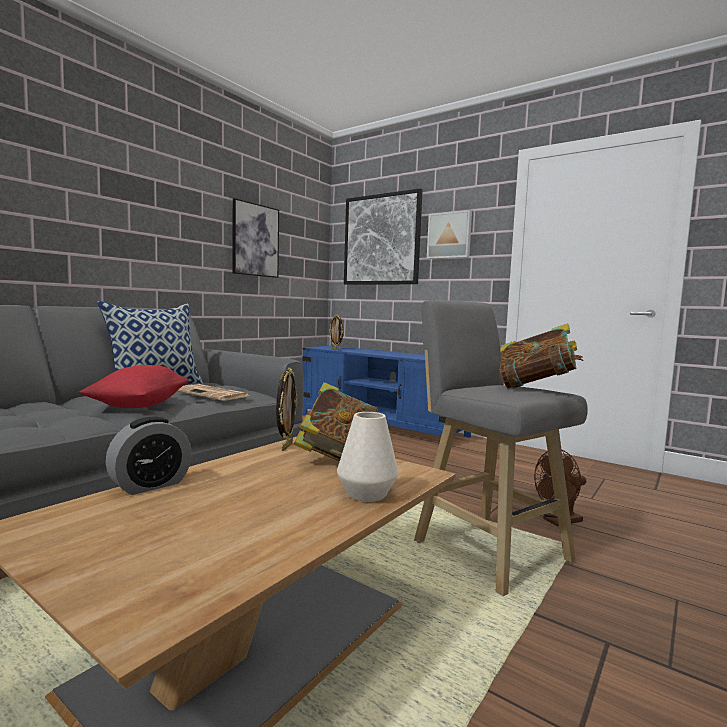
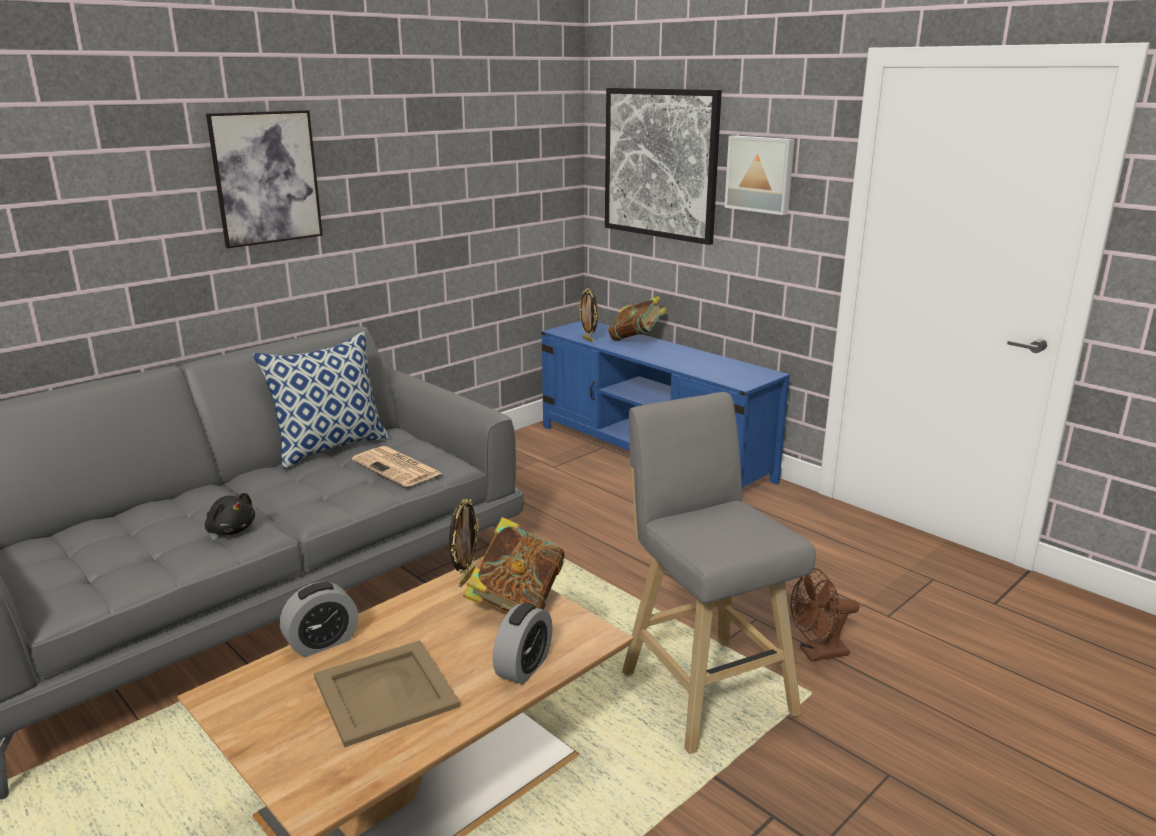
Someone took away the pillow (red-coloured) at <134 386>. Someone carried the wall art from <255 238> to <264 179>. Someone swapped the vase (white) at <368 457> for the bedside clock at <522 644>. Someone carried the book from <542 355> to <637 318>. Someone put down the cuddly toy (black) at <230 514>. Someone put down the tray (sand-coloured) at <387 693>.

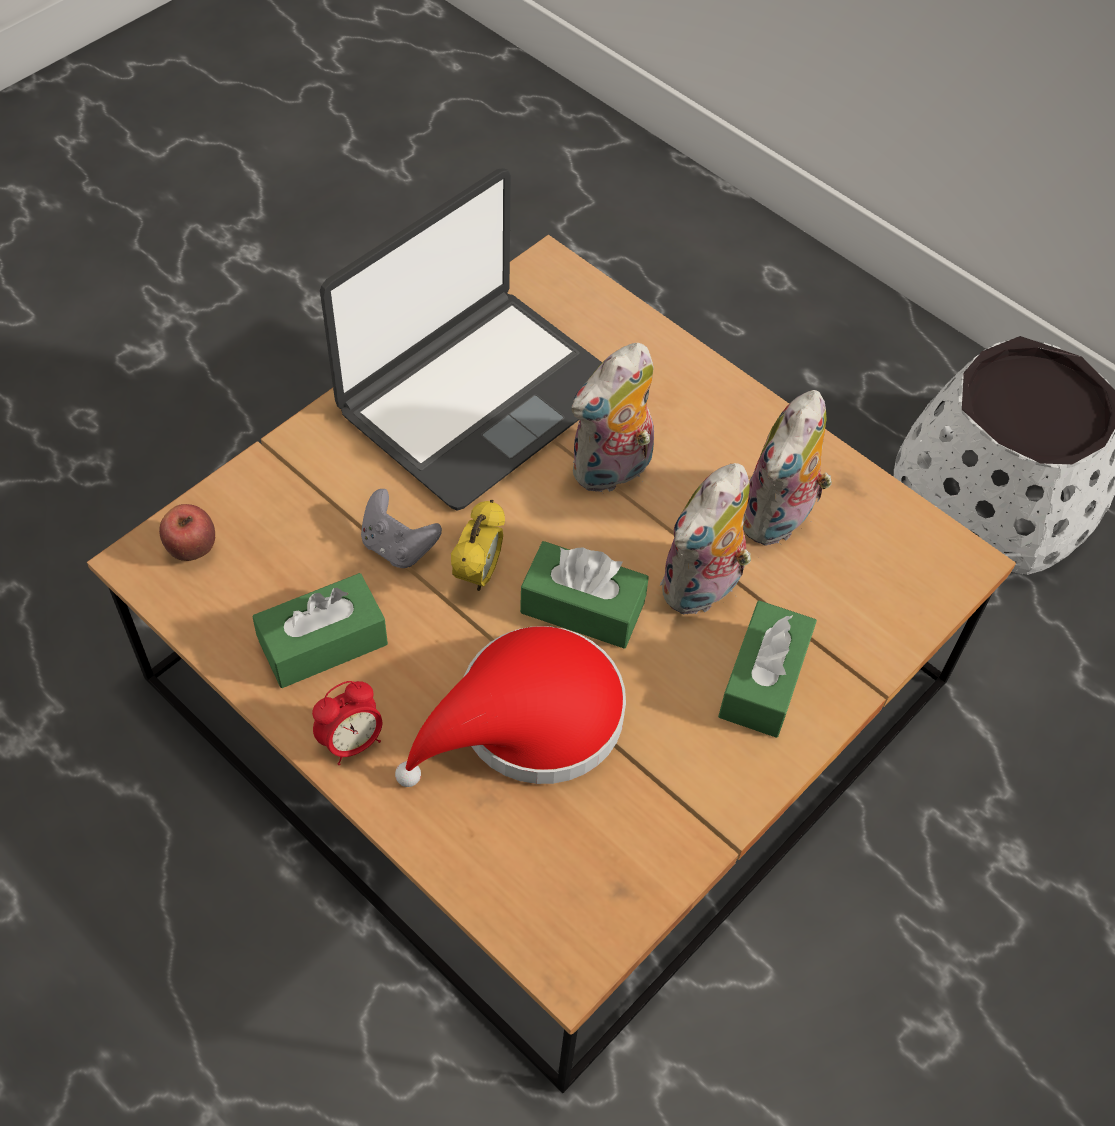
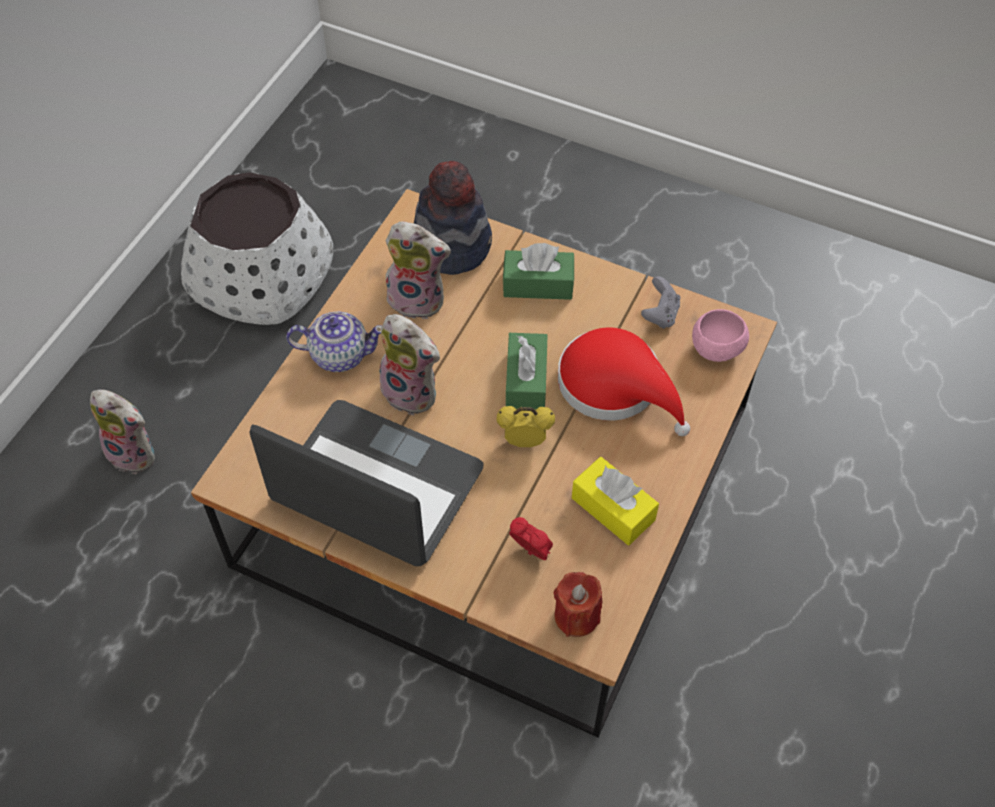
Someone swapped the whole apple at <187 532> for the candle (red-coloured) at <577 604>. Someone repainted the box of tissues (greenish) at <320 630>, which became the box of tissues (yellow) at <615 501>. Someone carried the bedside clock from <347 723> to <531 538>. Someone carried the joypad (grey) from <401 528> to <660 302>. Someone carried the cuddly toy from <705 539> to <122 431>. Someone put down the teapot at <334 341>. Someone put down the wearable hat at <453 218>. Someone put down the serving bowl (pinkish) at <720 335>.

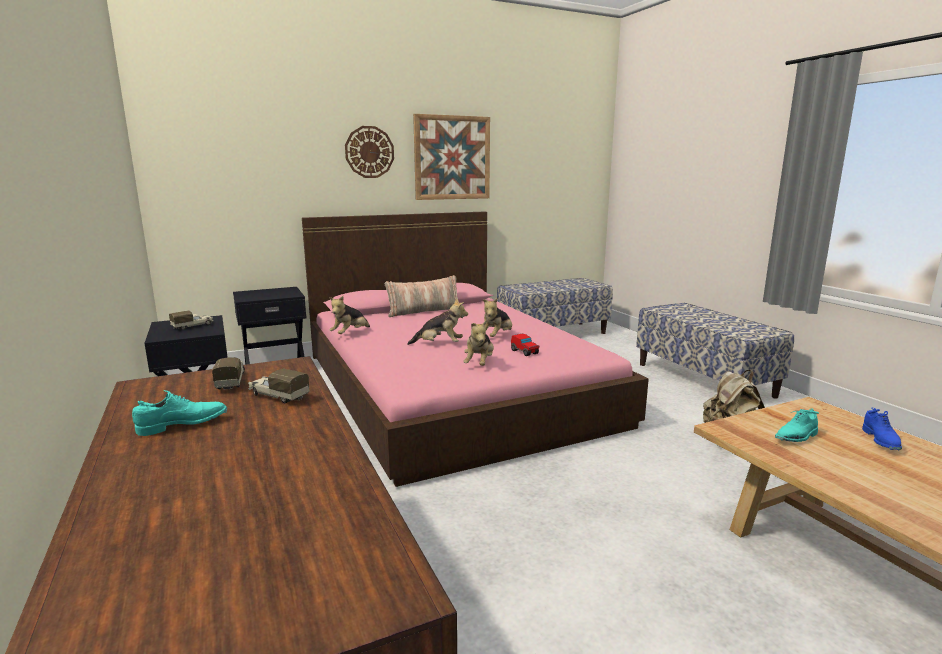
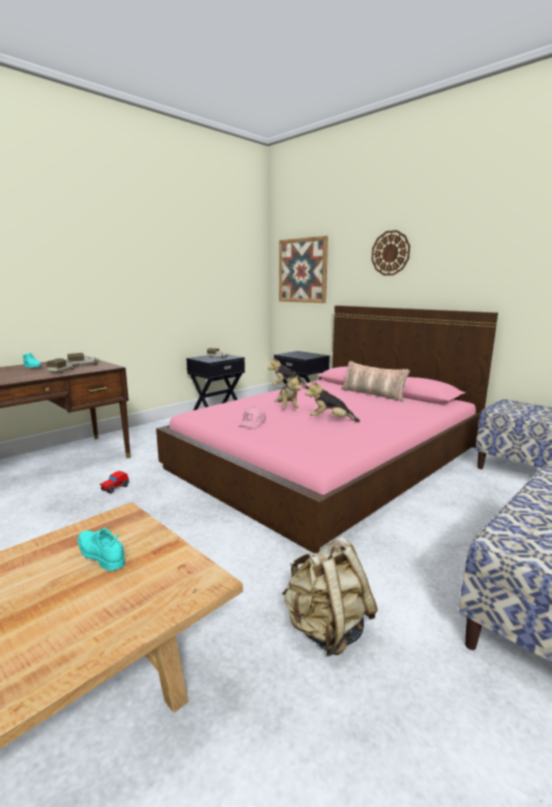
Someone carried the wall art from <451 157> to <303 269>. Someone swapped the cuddly toy at <478 343> for the peaked cap (pinkish) at <252 417>. Someone carried the model car from <525 344> to <114 482>. Someone took away the low shoe (bluish) at <882 428>.

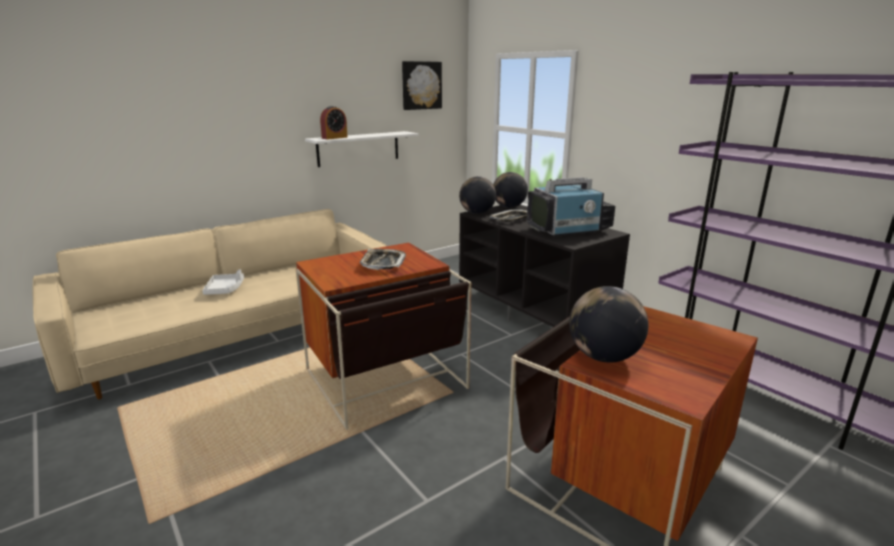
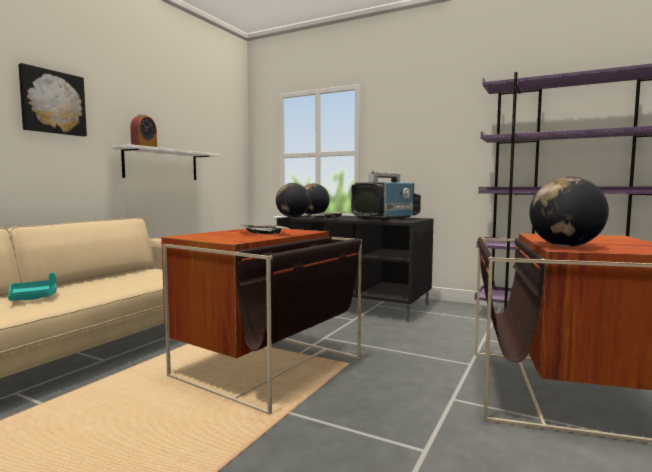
Someone repainted the tray (white) at <223 282>, which became the tray (blue-green) at <32 286>. Someone carried the wall art from <422 85> to <52 100>.

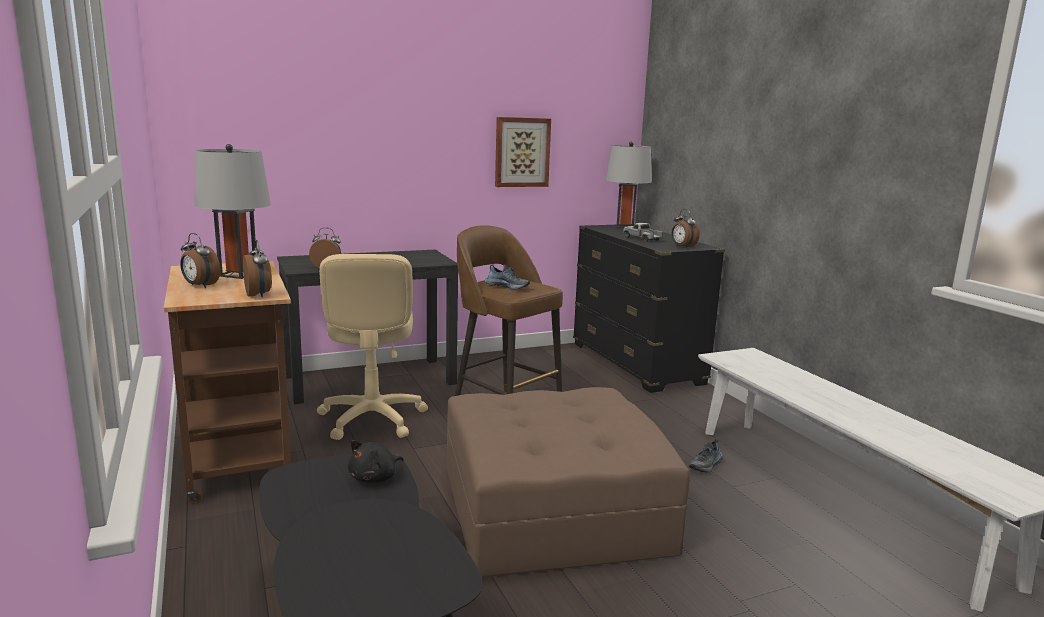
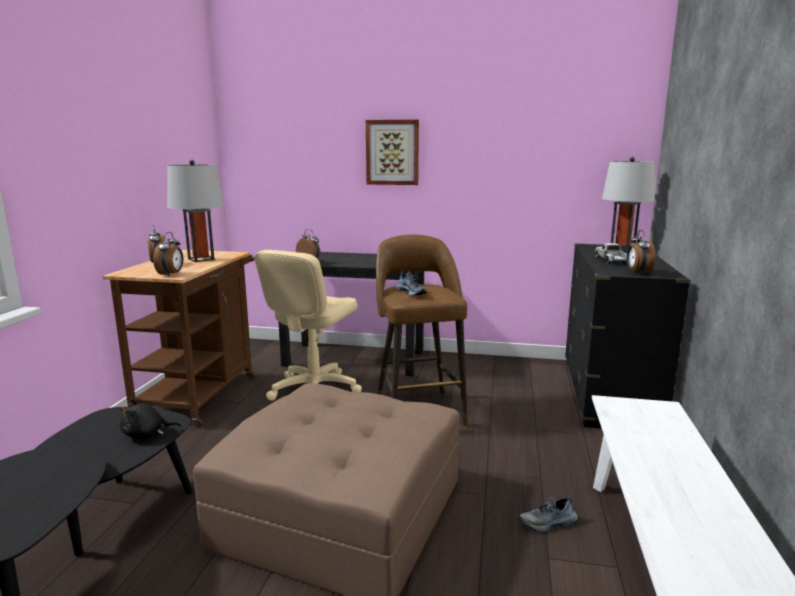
Someone carried the wall art from <523 152> to <392 152>.

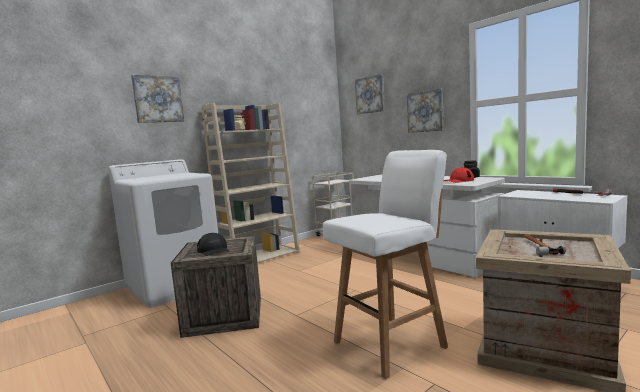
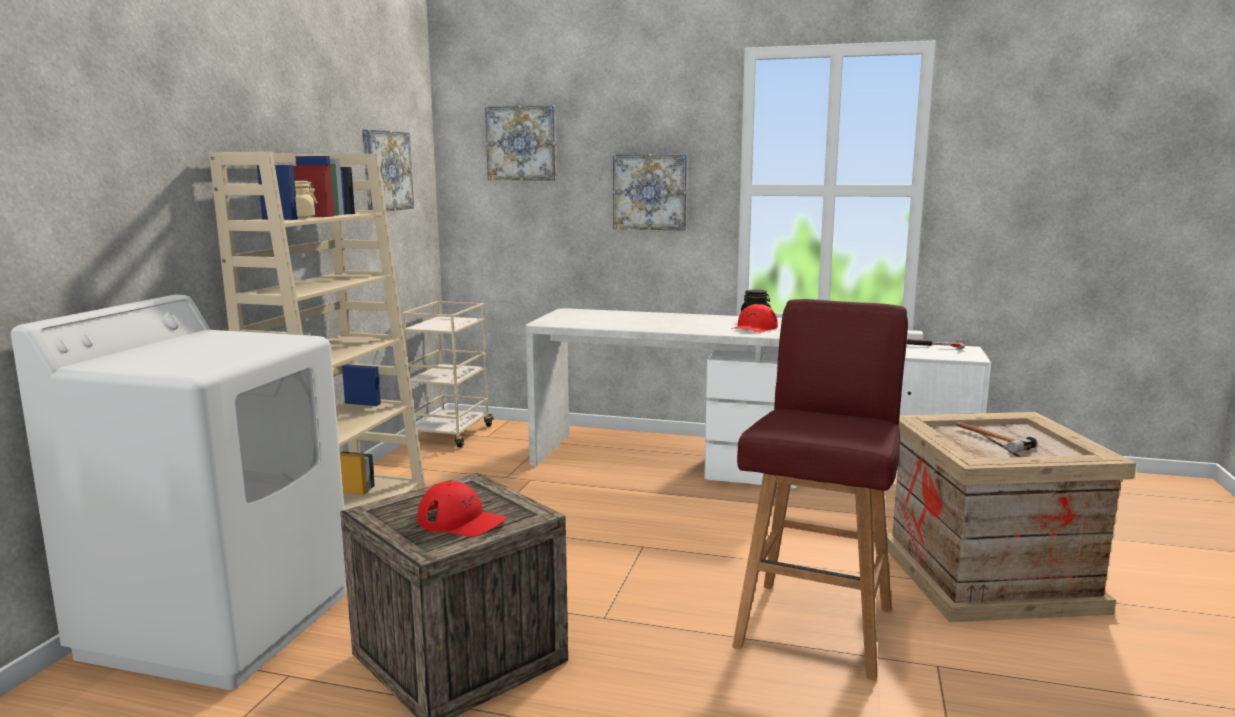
Someone carried the wall art from <157 99> to <388 170>. Someone repainted the peaked cap (black) at <213 244>, which became the peaked cap (red-coloured) at <461 509>. Someone repainted the stool (white) at <385 264>, which became the stool (red-coloured) at <820 489>.

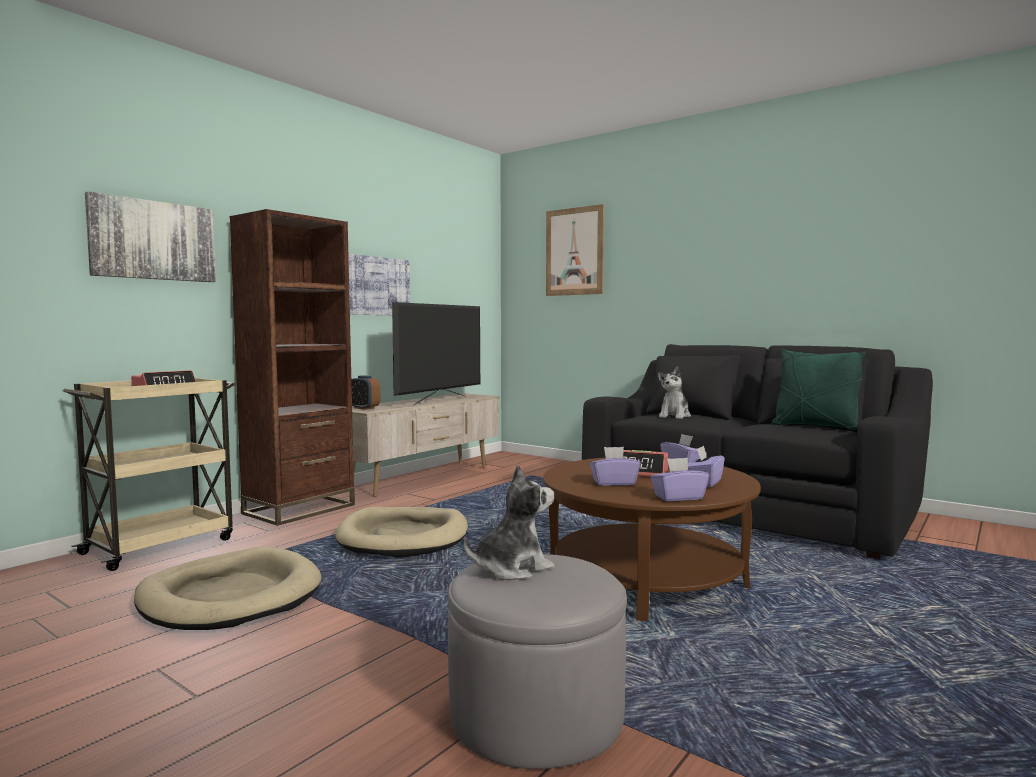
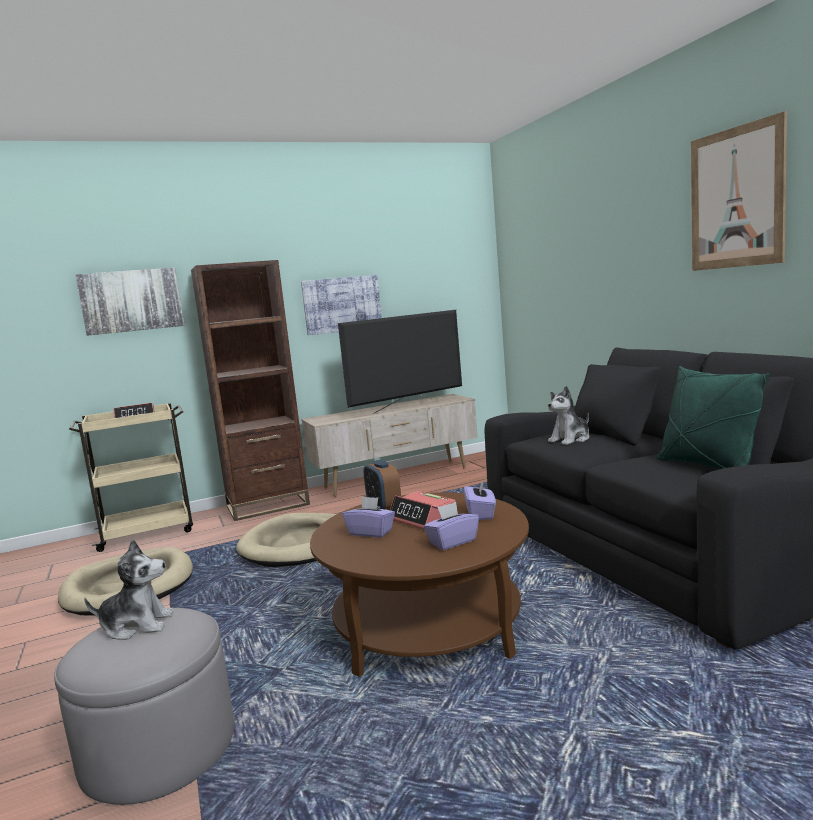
Someone carried the bedside clock from <365 392> to <382 485>. Someone carried the wall art from <575 250> to <739 191>. Someone took away the box of tissues (purple-coloured) at <679 479>.

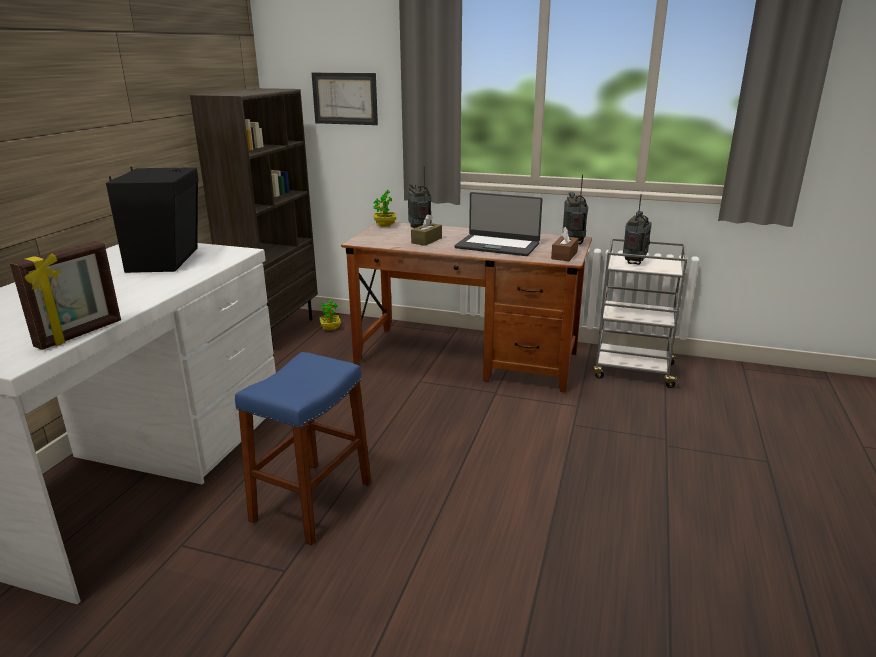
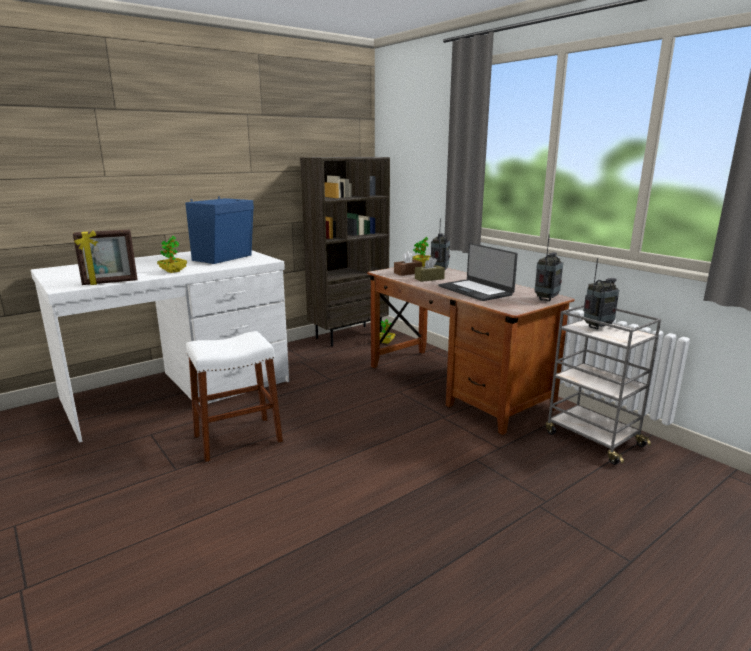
Someone repainted the audio speaker (black) at <152 219>, which became the audio speaker (bluish) at <219 230>. Someone repainted the stool (bluish) at <303 448>, which became the stool (white) at <234 396>. Someone took away the wall art at <345 99>. Someone carried the box of tissues (brown-coloured) from <565 244> to <408 263>. Someone put down the houseplant at <172 254>.

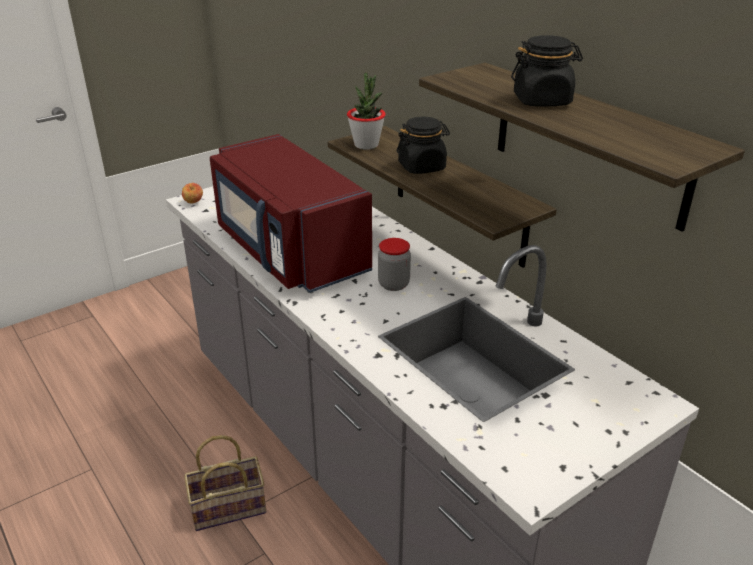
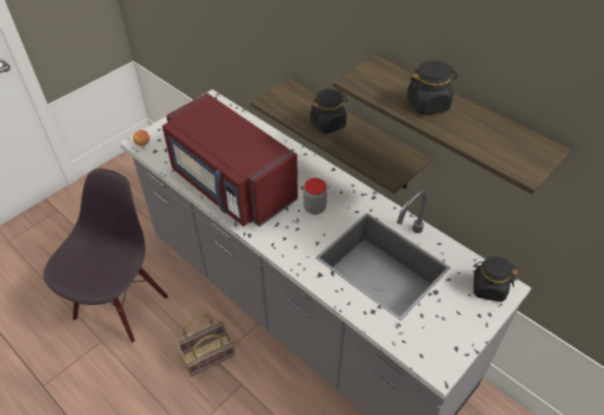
Someone took away the houseplant at <366 110>. Someone put down the chair (black) at <105 256>. Someone put down the jar (black) at <495 279>.

